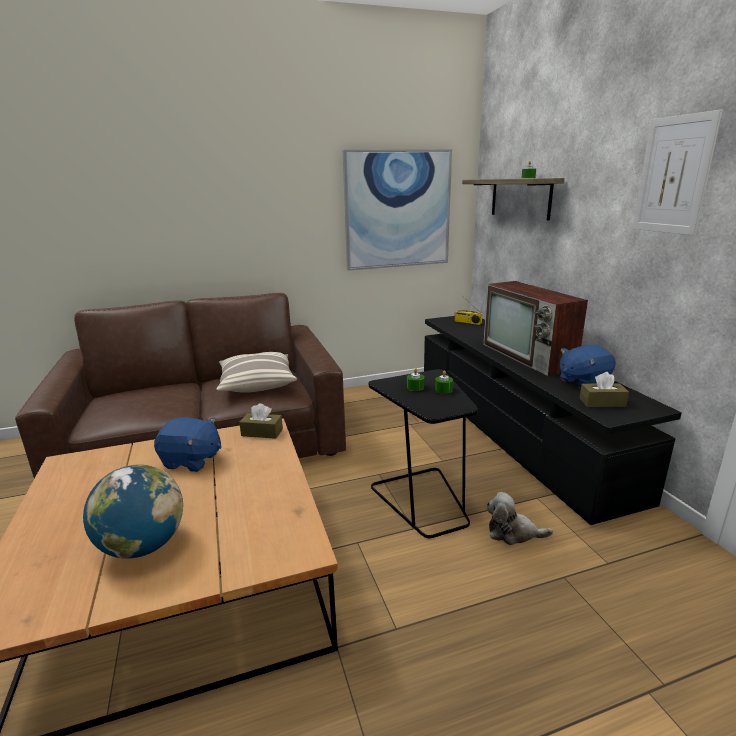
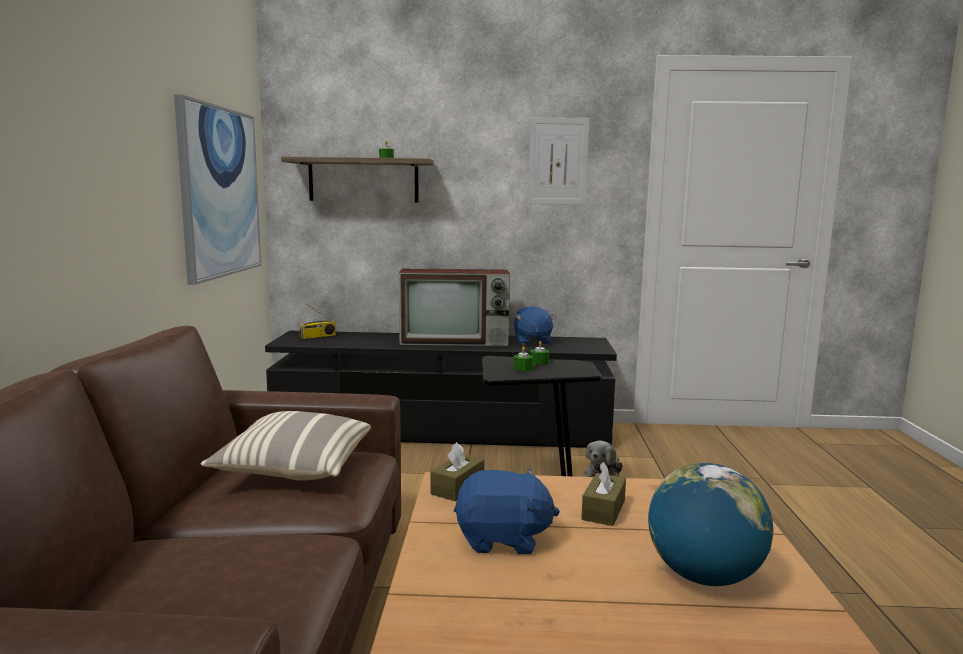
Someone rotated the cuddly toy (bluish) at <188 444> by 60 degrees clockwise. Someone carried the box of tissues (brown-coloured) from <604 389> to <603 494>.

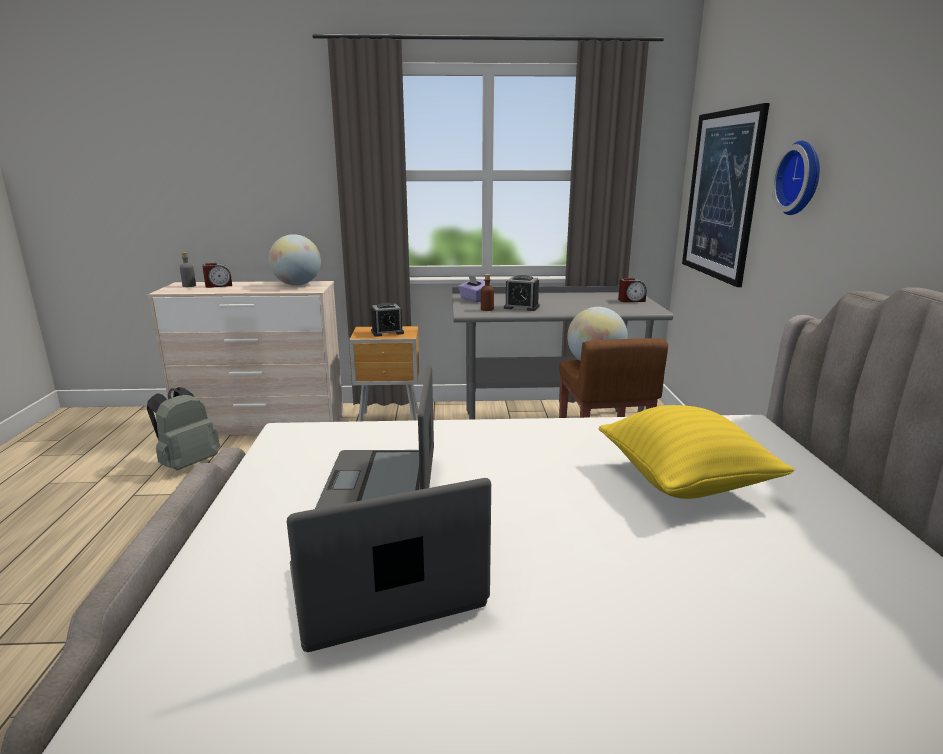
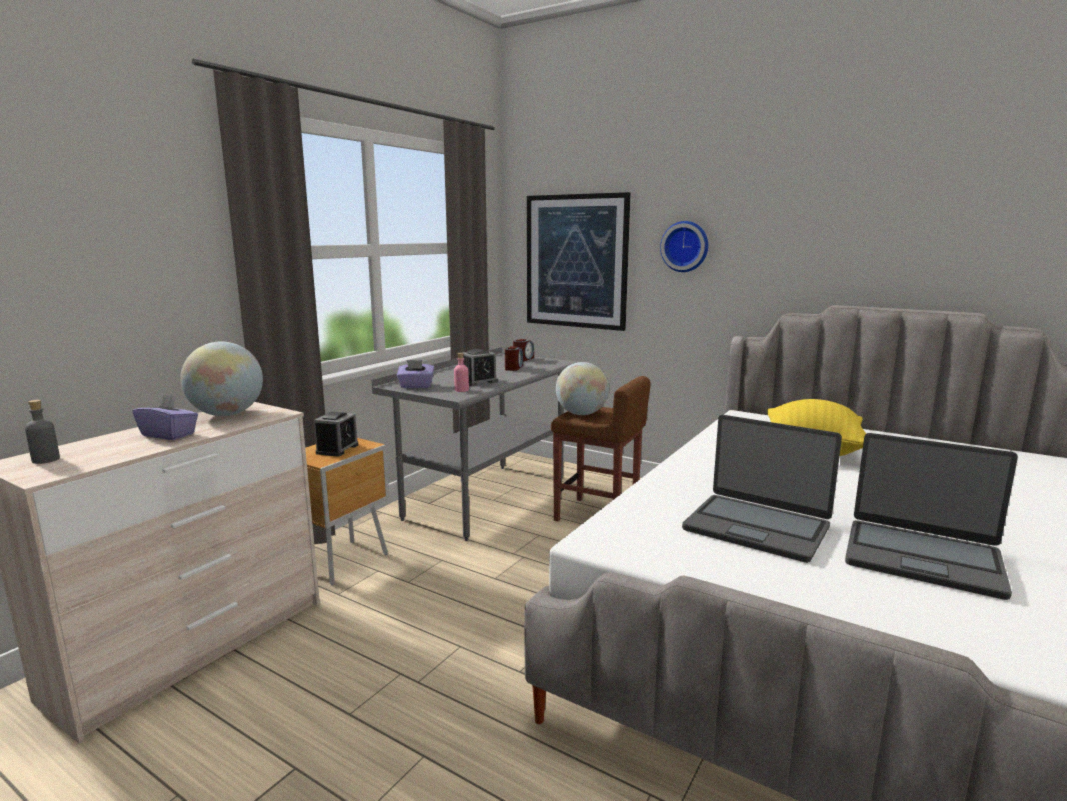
Someone took away the rucksack (grey) at <183 428>. Someone carried the bedside clock from <217 275> to <514 358>. Someone rotated the laptop at <389 565> by 75 degrees counterclockwise. Someone repainted the bottle (brown-coloured) at <487 292>, which became the bottle (pinkish) at <461 372>. Someone put down the box of tissues (purple-coloured) at <165 417>.

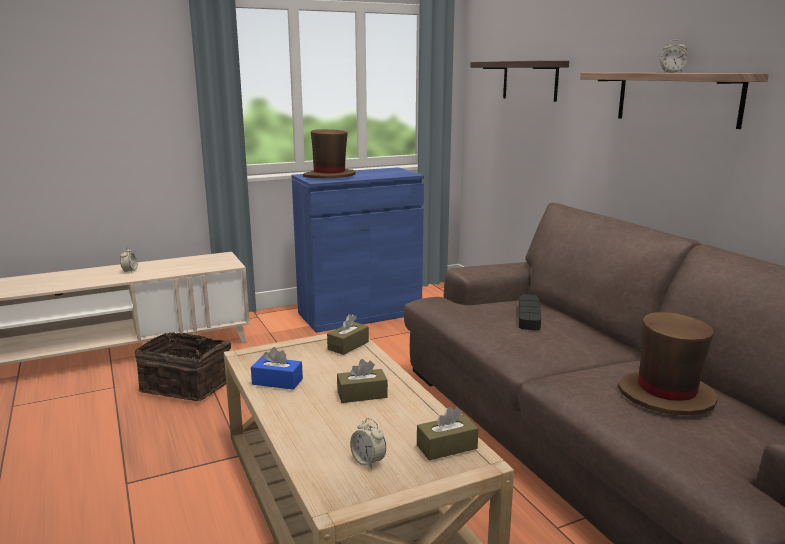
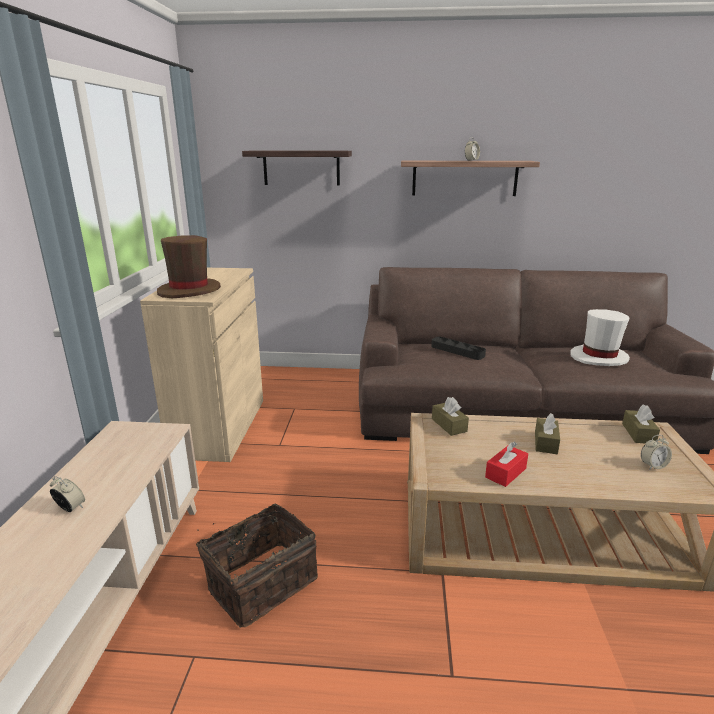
Someone repainted the box of tissues (bluish) at <277 368>, which became the box of tissues (red-coloured) at <506 464>. Someone repainted the cabinet (bluish) at <358 250>, which became the cabinet (sand-coloured) at <201 365>. Someone repainted the wearable hat (brown-coloured) at <667 364>, which became the wearable hat (white) at <600 337>.

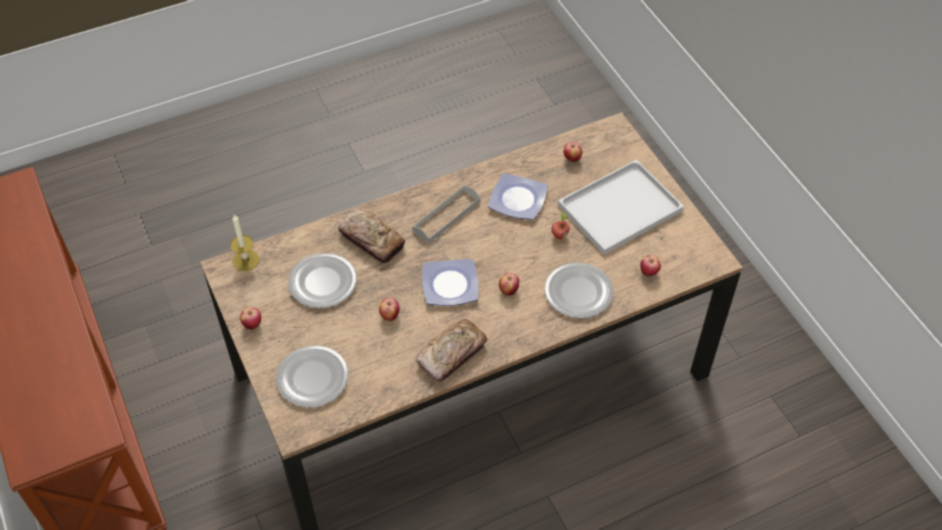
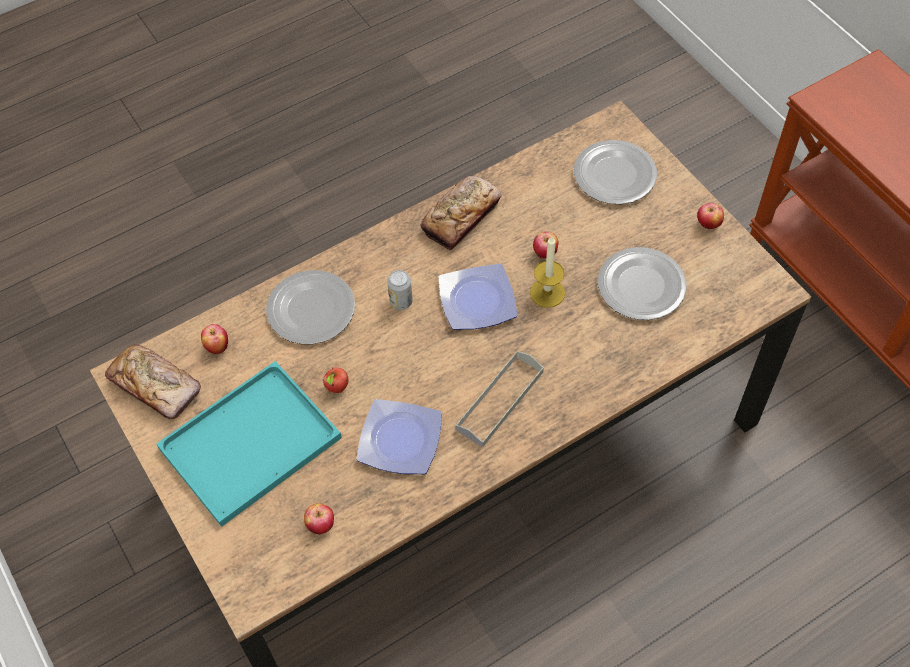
Someone carried the candle from <245 243> to <547 272>. Someone carried the bakery bread from <371 236> to <153 381>. Someone swapped the whole apple at <509 284> for the sealed can at <400 290>. Someone repainted the tray (white) at <621 207>, which became the tray (blue-green) at <249 444>.

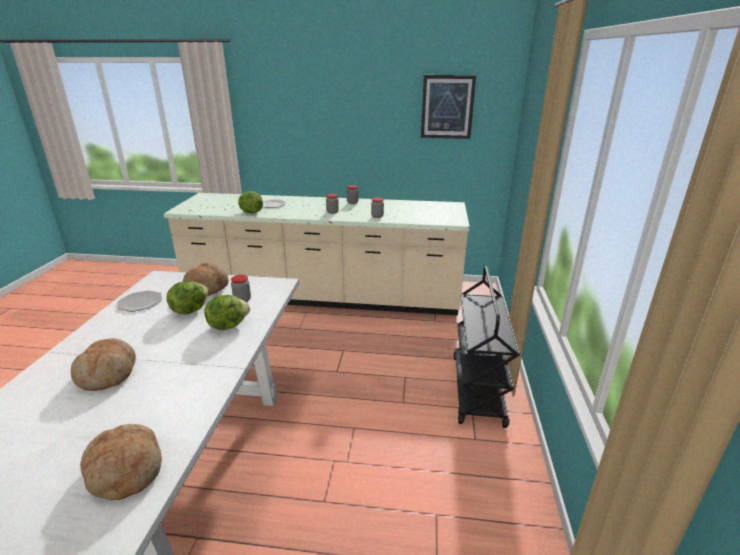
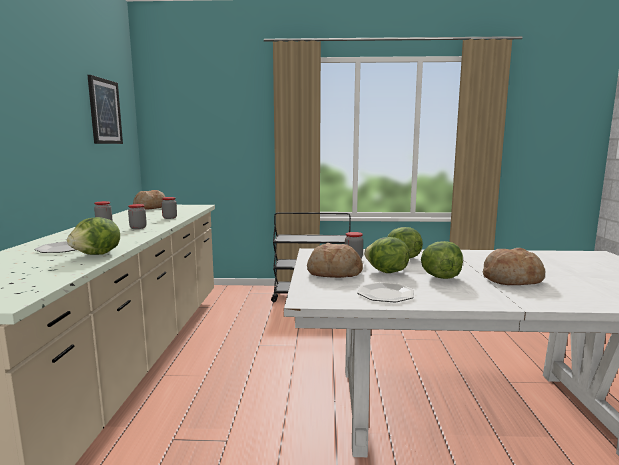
Someone carried the bakery bread from <121 462> to <149 200>. Someone put down the lettuce head at <442 260>.

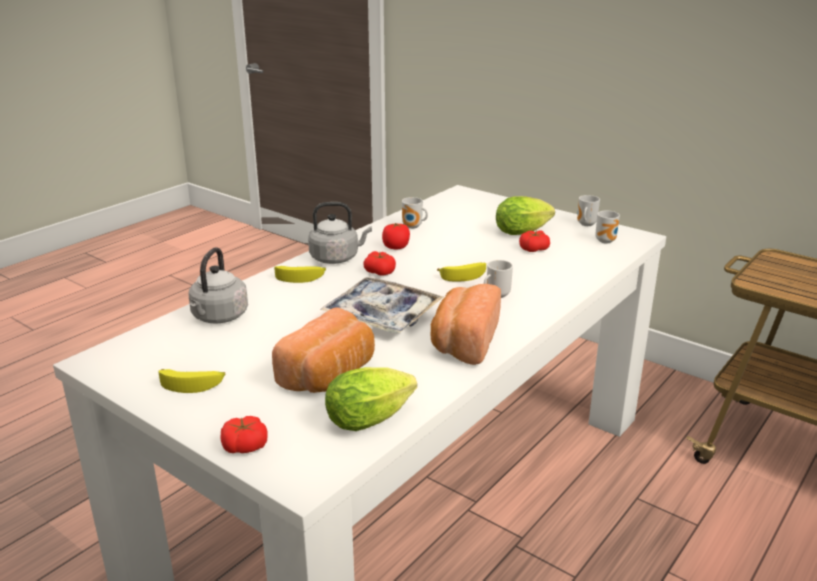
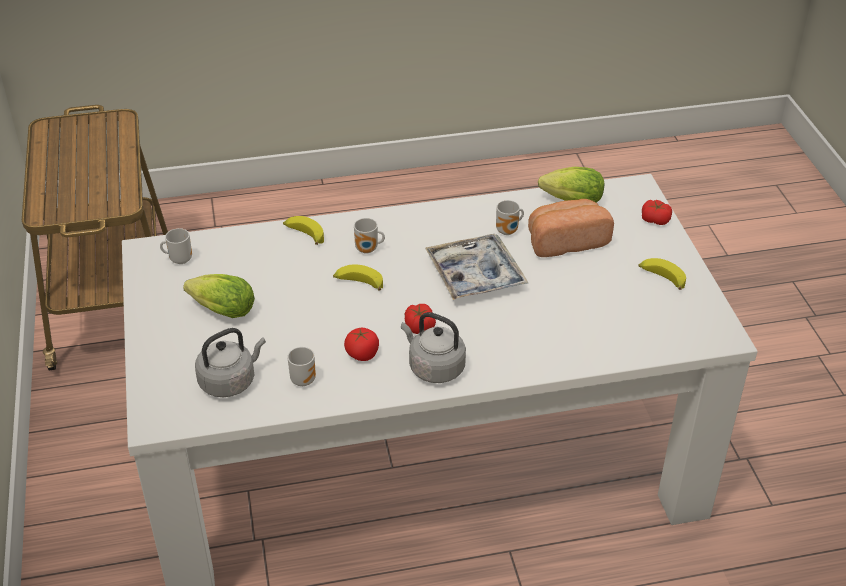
Someone carried the water kettle (grey) from <218 285> to <230 362>. Someone carried the whole banana from <300 274> to <303 230>. Someone took away the bakery bread at <466 324>. Someone took away the whole tomato at <534 241>. Someone carried the coffee mug from <588 210> to <510 217>.

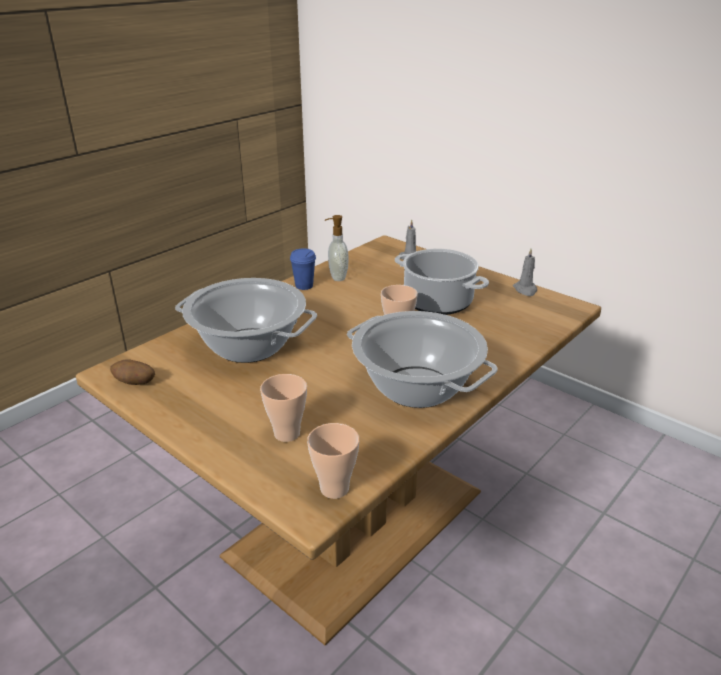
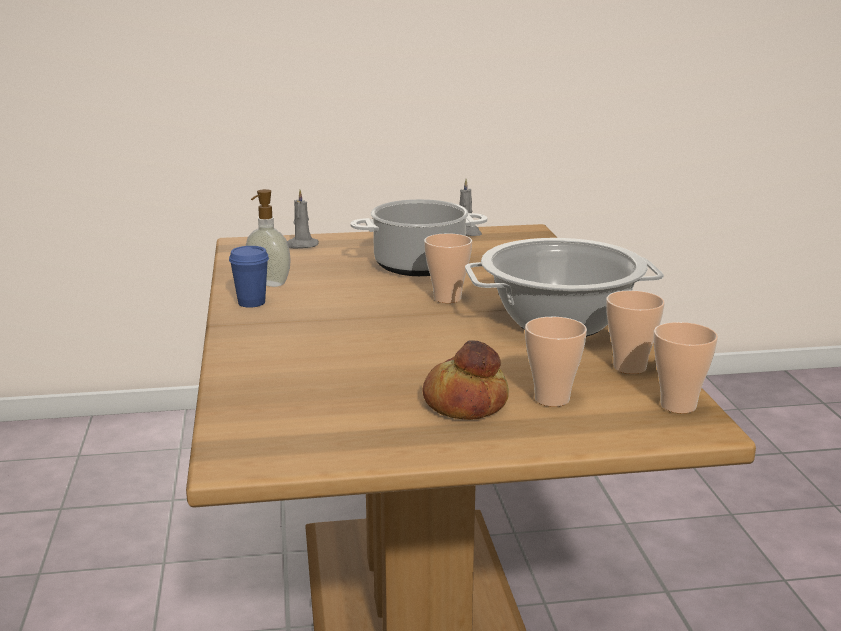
Someone took away the spud at <132 372>. Someone took away the cooking pot at <246 320>. Someone put down the bakery bread at <465 380>. Someone put down the cup at <635 332>.

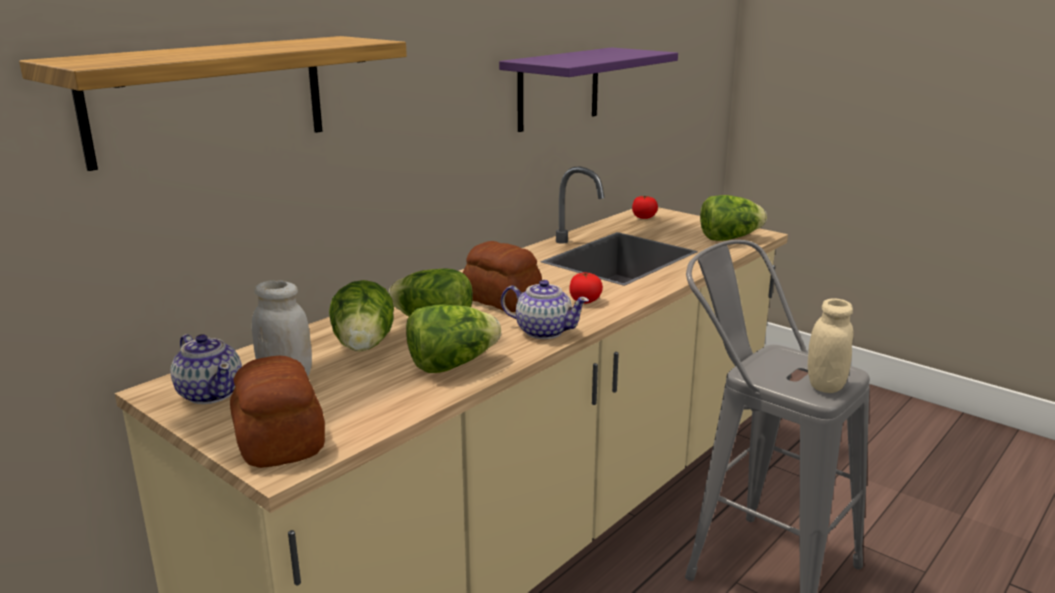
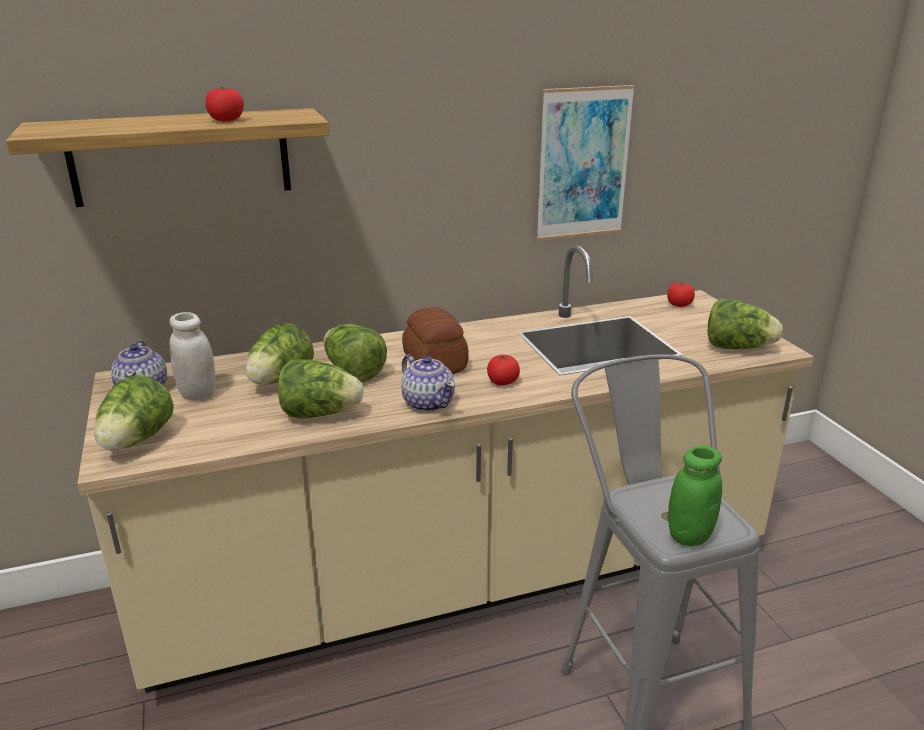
Someone swapped the bakery bread at <277 412> for the lettuce head at <134 412>. Someone swapped the wall shelf (purple-coloured) at <588 89> for the wall art at <585 163>. Someone repainted the jar (sand-coloured) at <831 345>, which became the jar (greenish) at <695 496>. Someone put down the whole tomato at <224 104>.

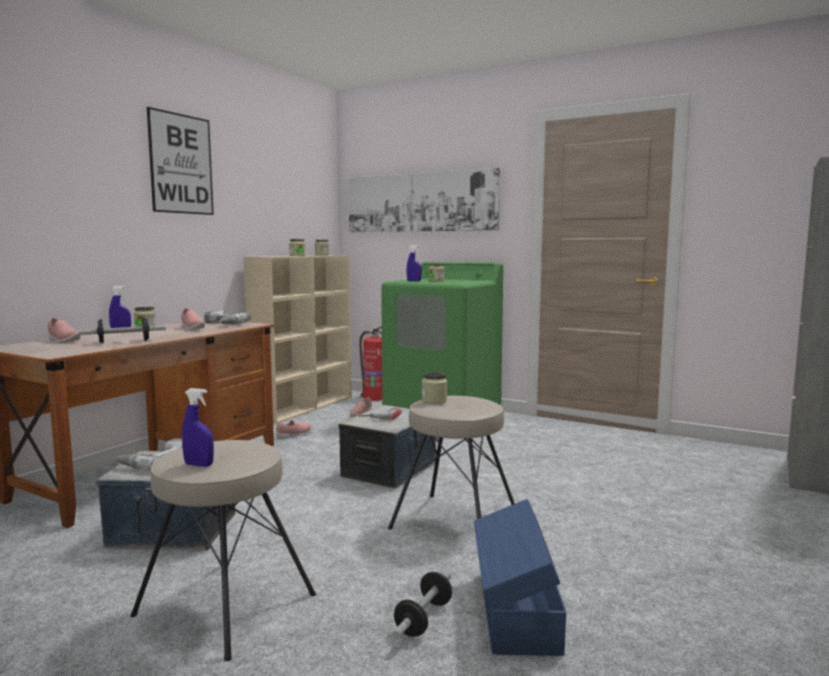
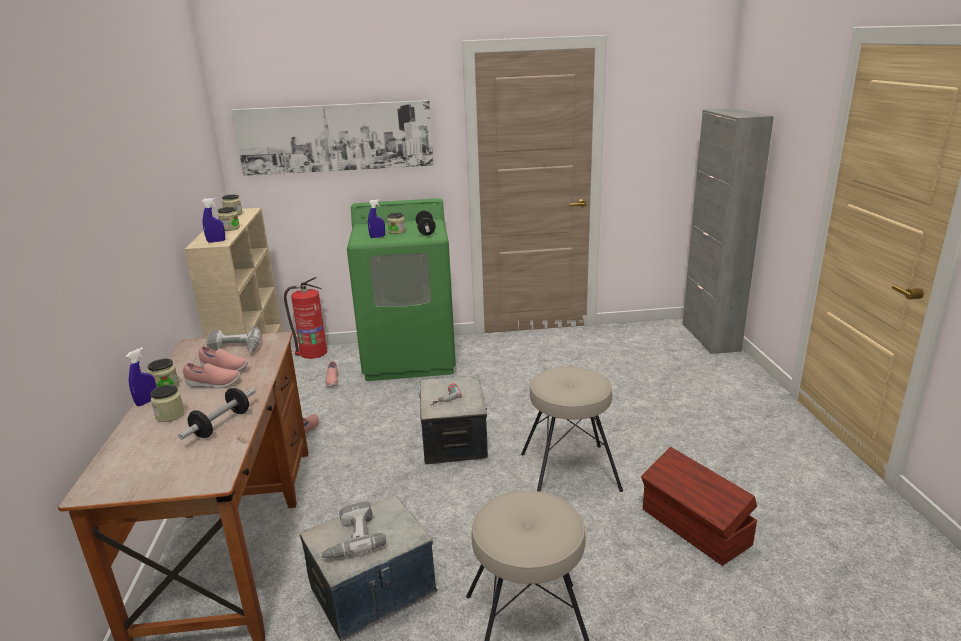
Someone carried the low shoe (pinkish) from <64 330> to <211 375>. Someone took away the wall art at <180 161>. Someone carried the sprayer (bluish) from <198 427> to <213 220>. Someone carried the hand weight from <422 605> to <426 223>. Someone carried the jar from <434 387> to <168 403>. Someone repainted the storage box (bluish) at <520 577>, which became the storage box (brown-coloured) at <699 506>.

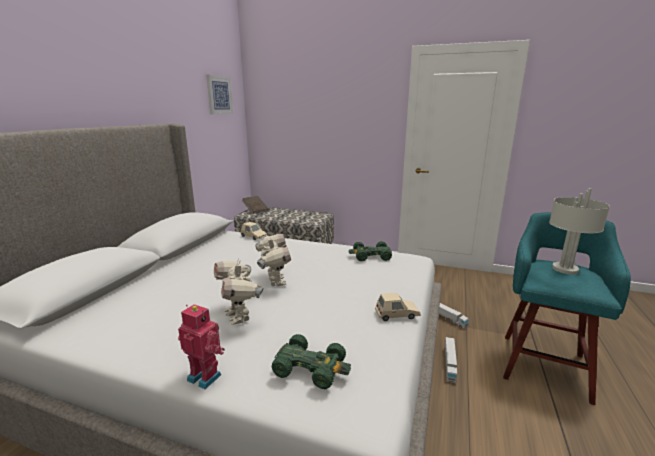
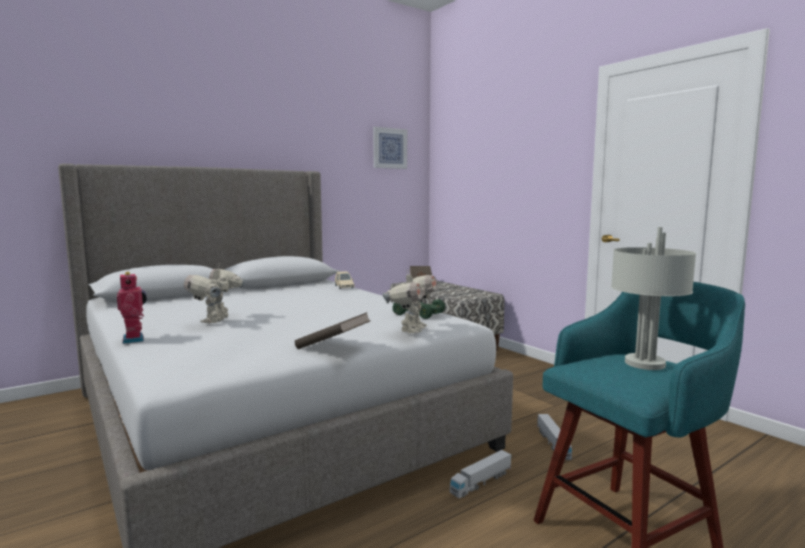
Someone carried the toy robot from <273 260> to <410 301>. Someone took away the model car (greenish) at <311 361>. Someone swapped the model car (sand-coloured) at <398 307> for the book (brown-coloured) at <333 330>.

